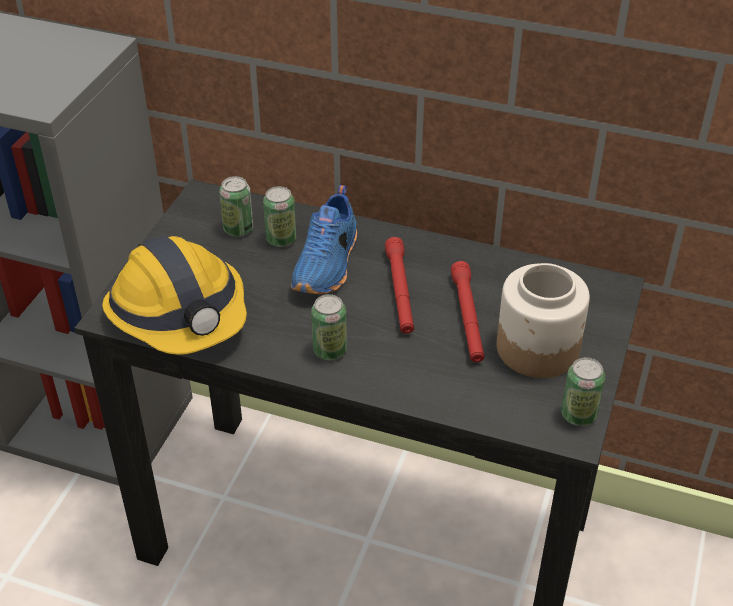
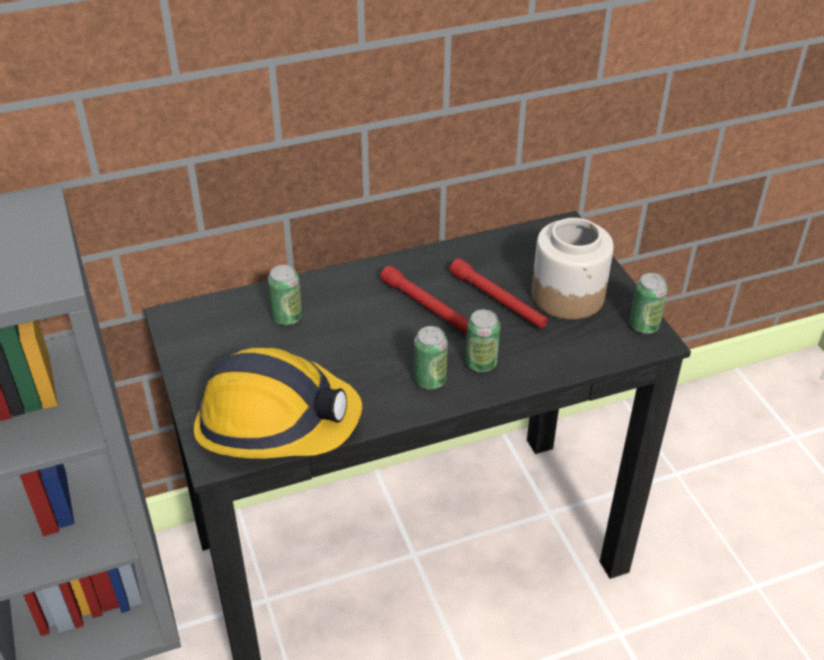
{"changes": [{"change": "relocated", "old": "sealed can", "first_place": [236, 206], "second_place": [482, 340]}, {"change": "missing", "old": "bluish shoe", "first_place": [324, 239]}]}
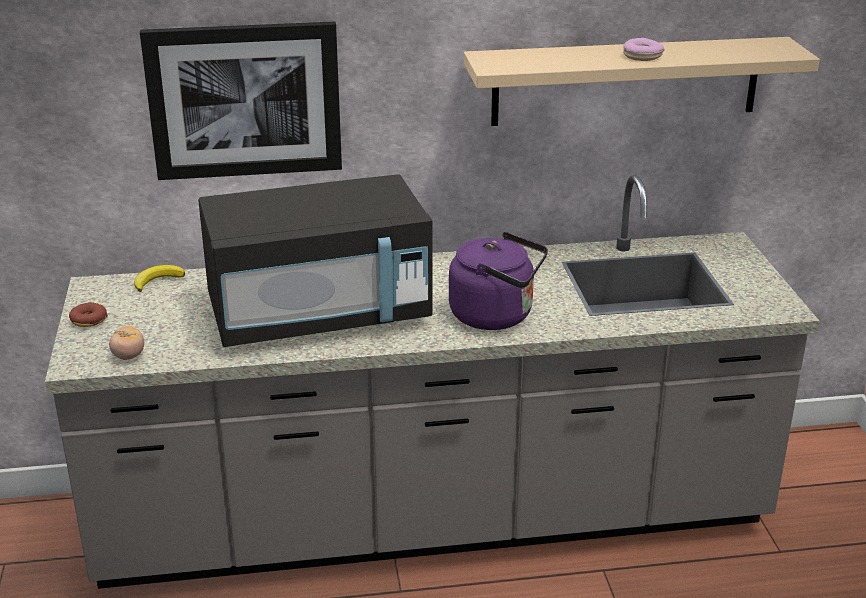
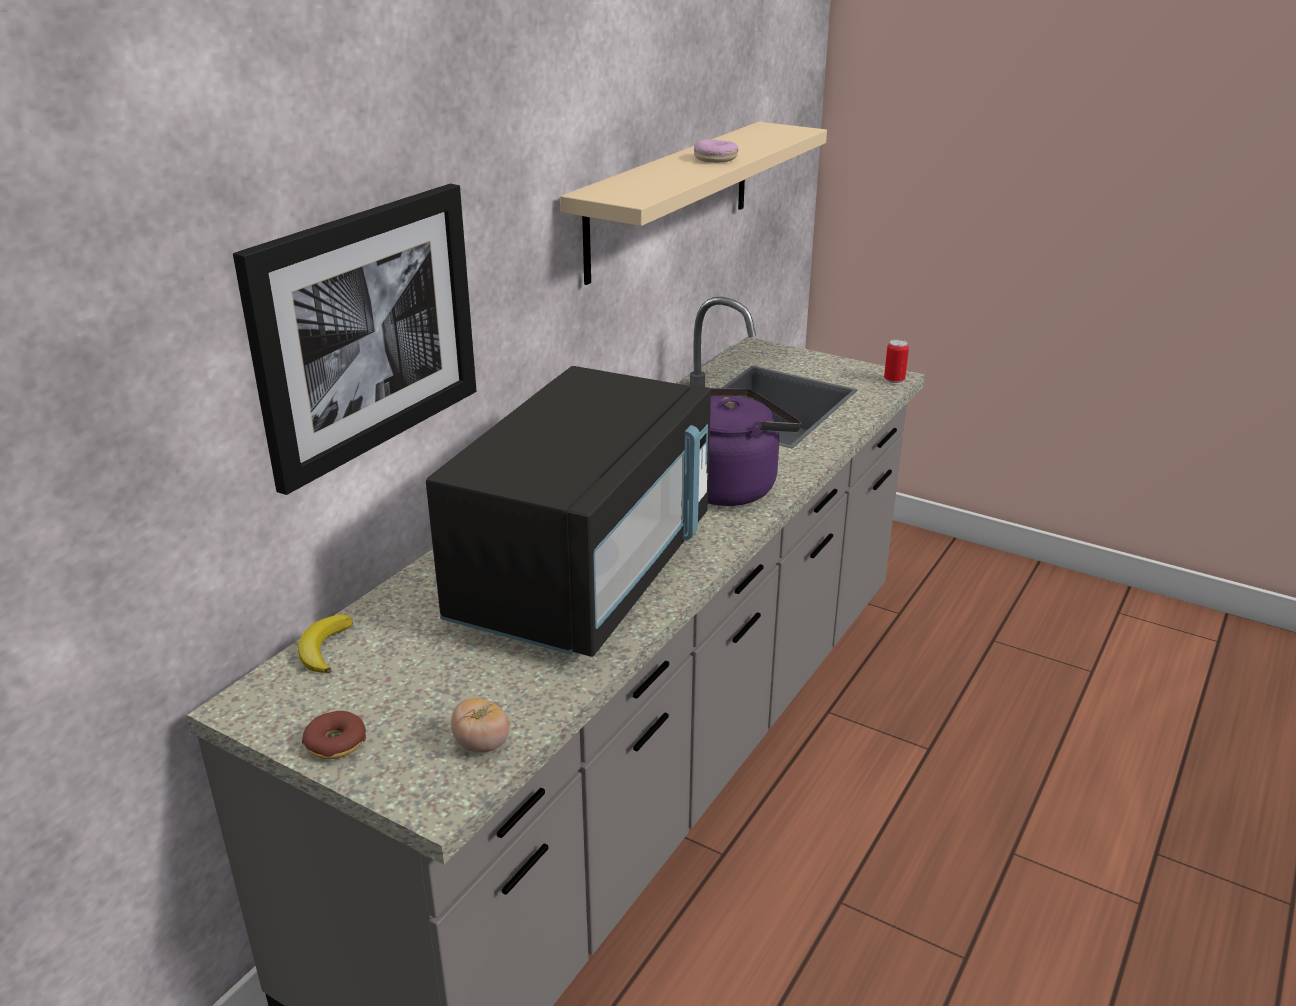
{"changes": [{"change": "appeared", "new": "sealed can", "second_place": [896, 362]}]}
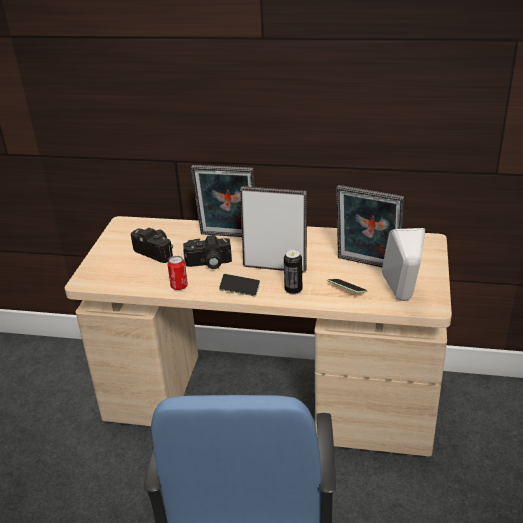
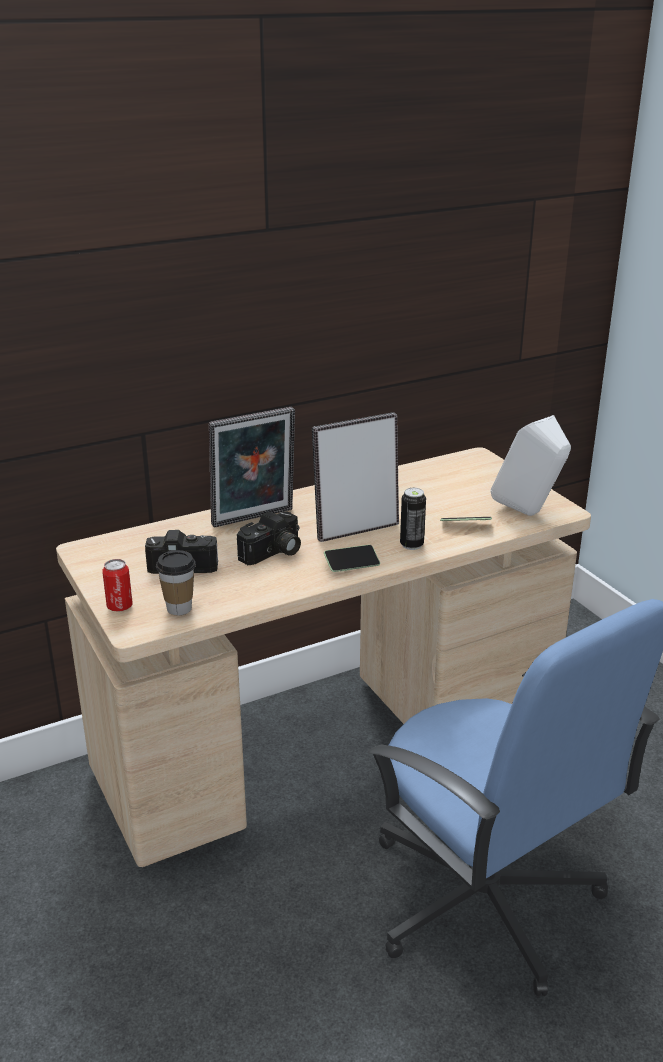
{"changes": [{"change": "relocated", "old": "sealed can", "first_place": [178, 273], "second_place": [117, 585]}, {"change": "appeared", "new": "small cup", "second_place": [176, 582]}, {"change": "missing", "old": "picture frame", "first_place": [370, 226]}]}
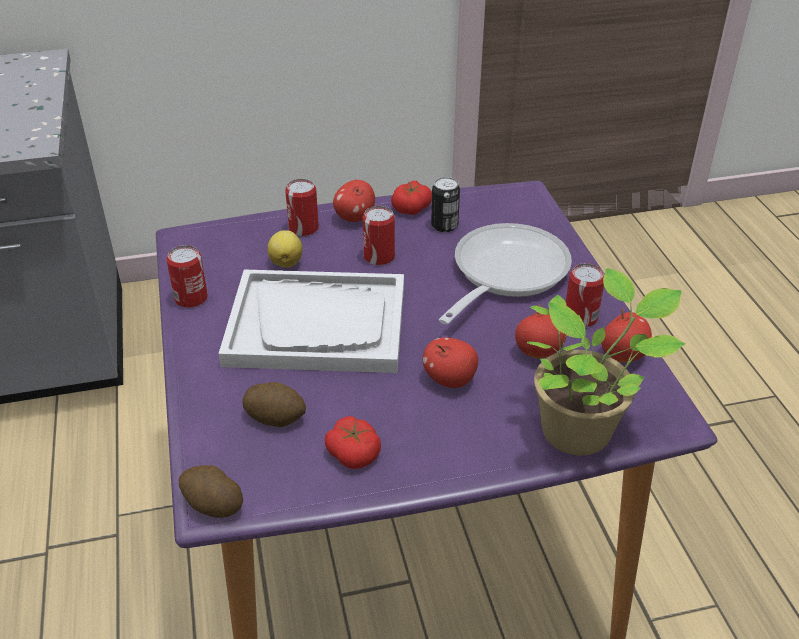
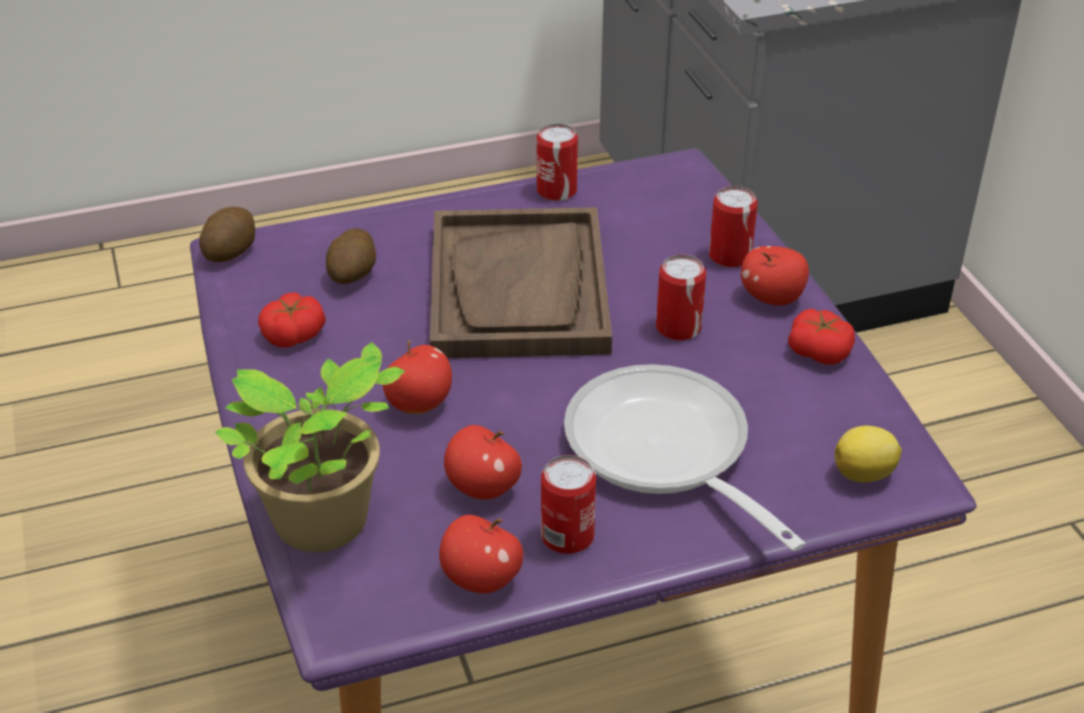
{"changes": [{"change": "colour", "old": "whitish carrying tray", "new": "brown-coloured carrying tray", "first_place": [311, 321], "second_place": [521, 282]}, {"change": "spun", "old": "pan", "first_place": [505, 273], "second_place": [684, 457], "degrees": -150}, {"change": "relocated", "old": "lemon", "first_place": [285, 249], "second_place": [868, 454]}, {"change": "missing", "old": "sealed can", "first_place": [445, 204]}]}
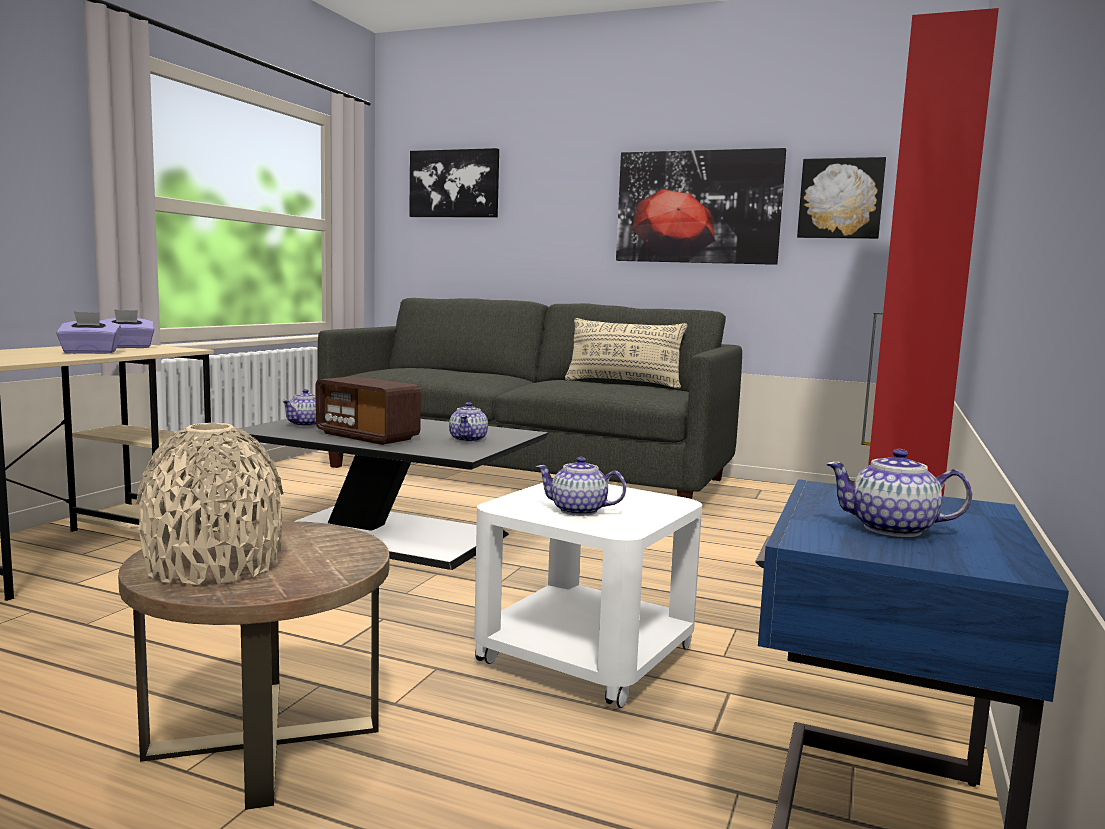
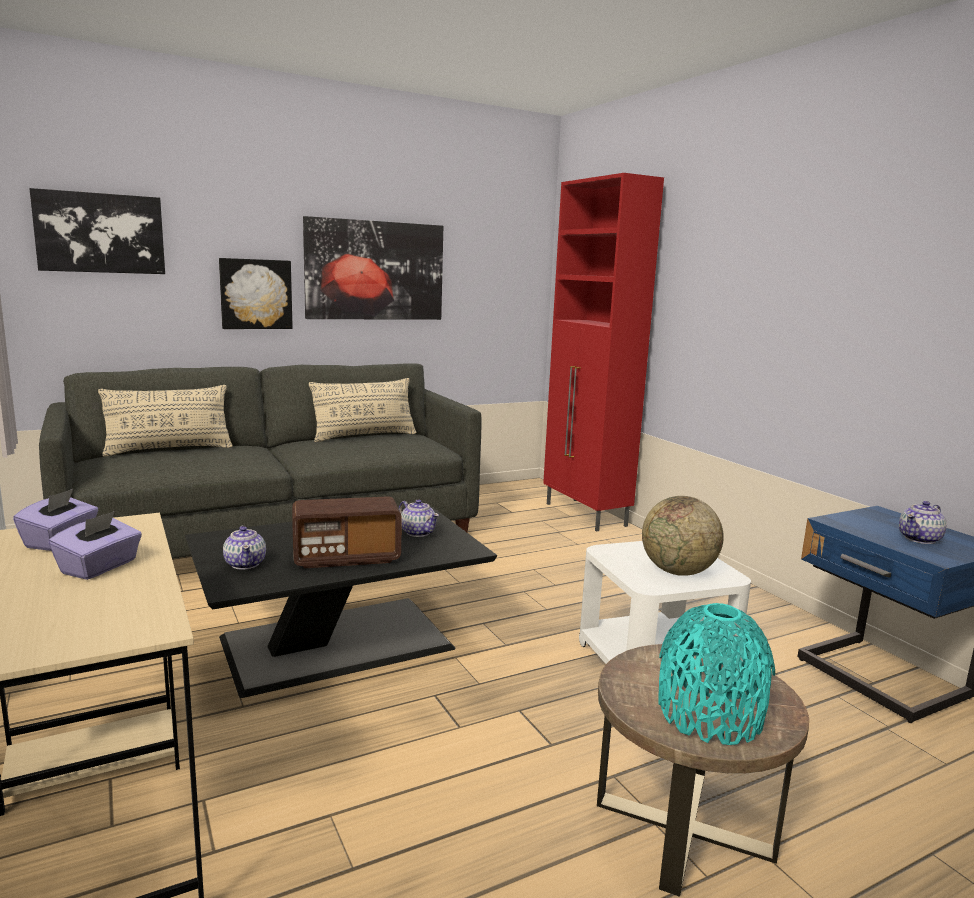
{"changes": [{"change": "appeared", "new": "beige-coloured pillow", "second_place": [165, 421]}, {"change": "relocated", "old": "wall art", "first_place": [841, 198], "second_place": [256, 293]}, {"change": "exchanged", "old": "tea pot", "new": "globe", "first_place": [581, 486], "second_place": [683, 536]}, {"change": "colour", "old": "beige-coloured decorative vase", "new": "blue-green decorative vase", "first_place": [209, 504], "second_place": [717, 674]}]}
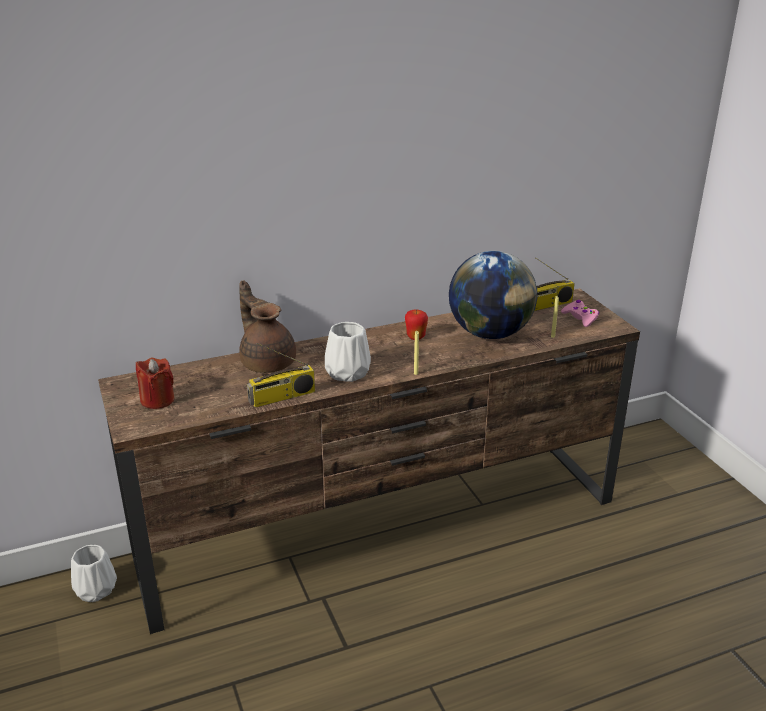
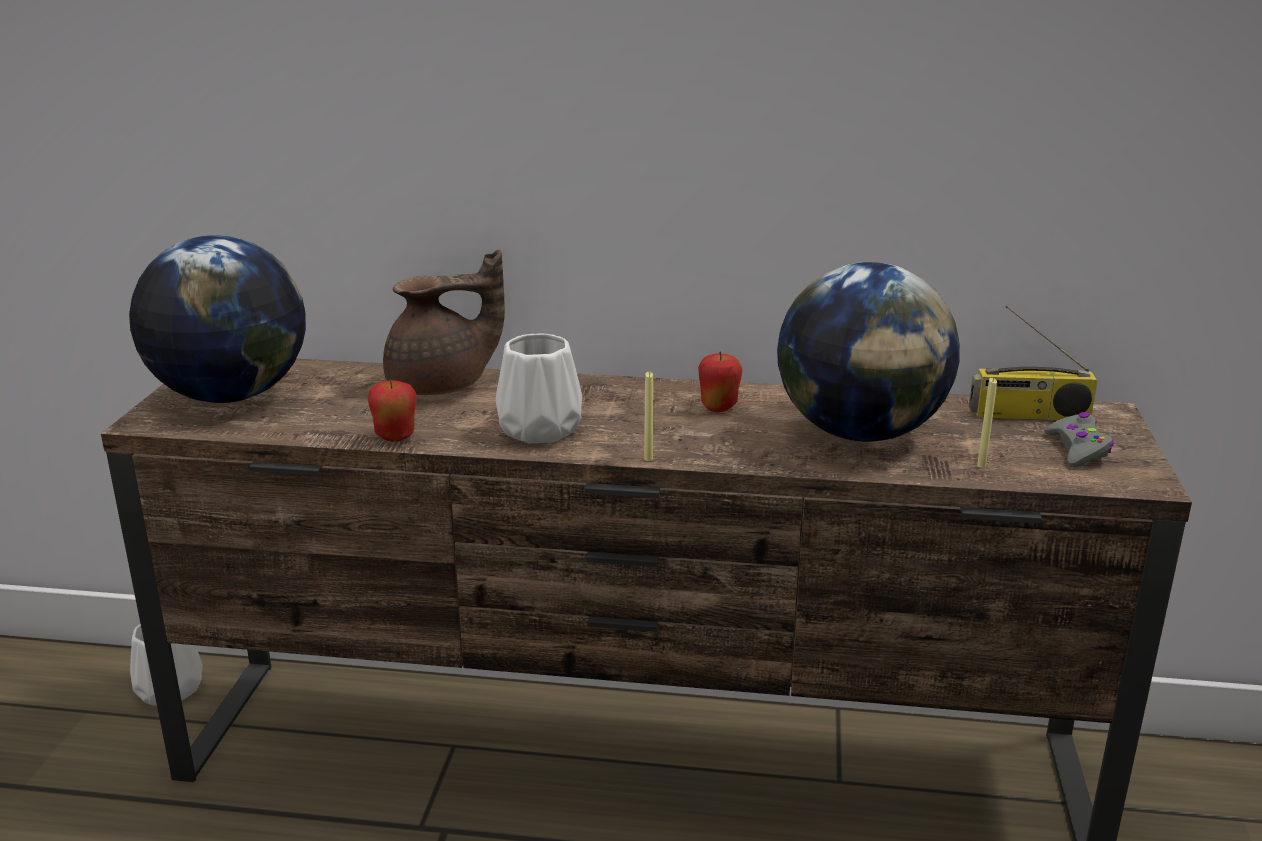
{"changes": [{"change": "exchanged", "old": "red wax candle", "new": "globe", "first_place": [155, 383], "second_place": [217, 319]}, {"change": "exchanged", "old": "radio", "new": "apple fruit", "first_place": [281, 375], "second_place": [391, 410]}, {"change": "spun", "old": "brown-coloured tea pot", "first_place": [267, 327], "second_place": [444, 322], "degrees": 75}, {"change": "colour", "old": "pink-coloured game controller", "new": "gray game controller", "first_place": [580, 313], "second_place": [1079, 439]}]}
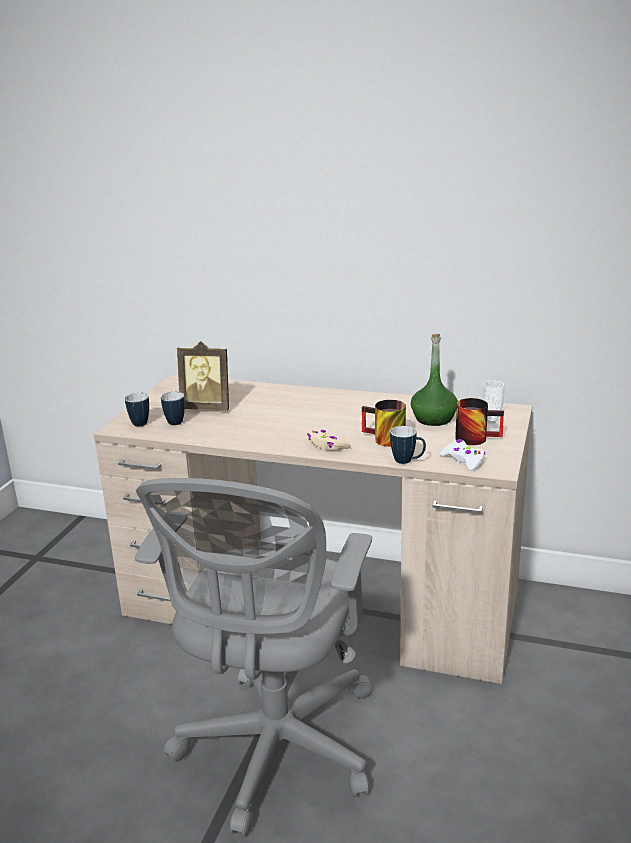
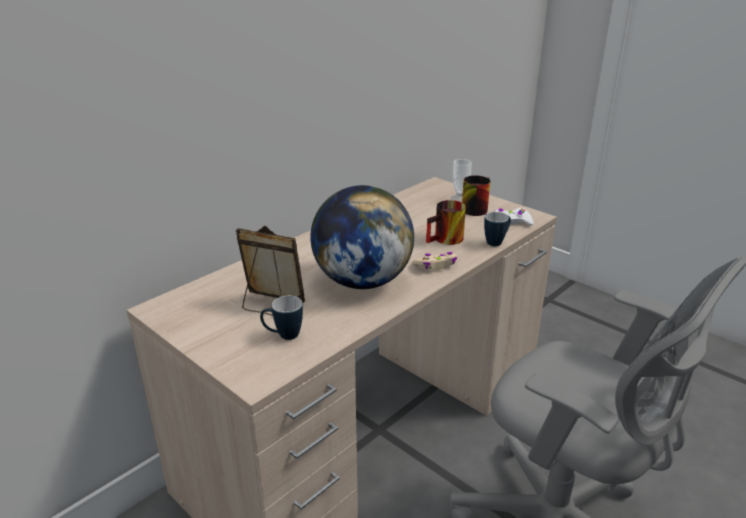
{"changes": [{"change": "spun", "old": "picture frame", "first_place": [203, 376], "second_place": [270, 271], "degrees": -105}, {"change": "appeared", "new": "globe", "second_place": [362, 237]}, {"change": "missing", "old": "coffee mug", "first_place": [137, 409]}, {"change": "missing", "old": "green-coloured beverage bottle", "first_place": [434, 380]}]}
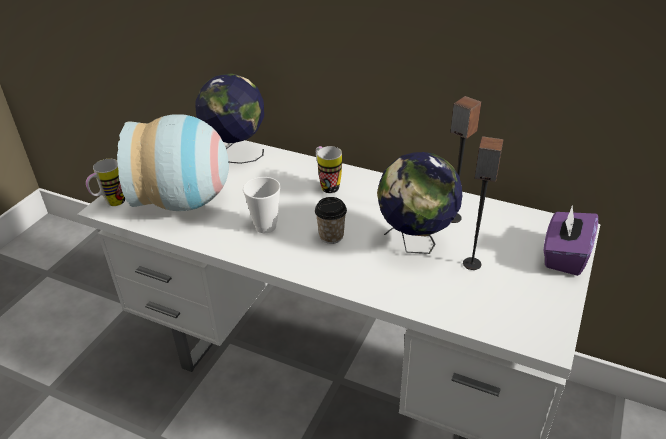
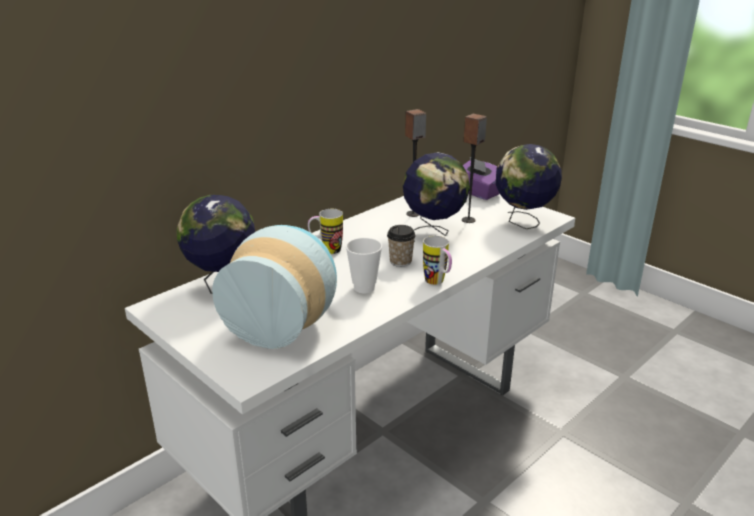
{"changes": [{"change": "relocated", "old": "coffee mug", "first_place": [105, 182], "second_place": [437, 260]}, {"change": "appeared", "new": "globe", "second_place": [529, 186]}]}
